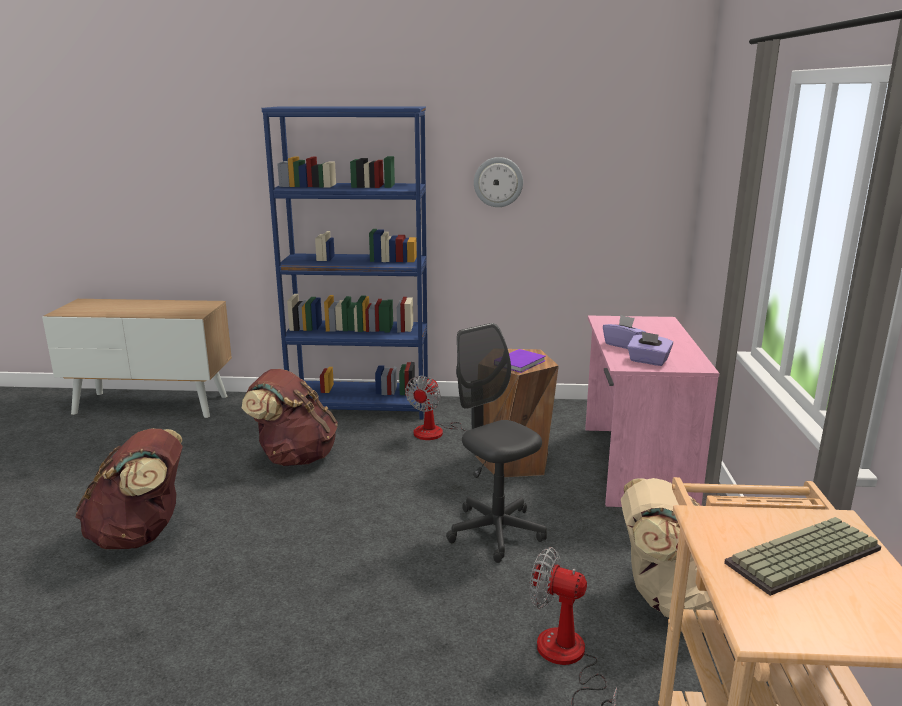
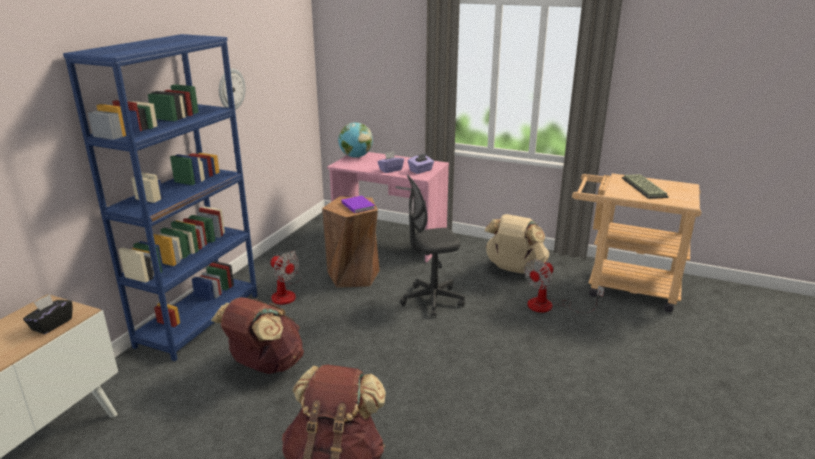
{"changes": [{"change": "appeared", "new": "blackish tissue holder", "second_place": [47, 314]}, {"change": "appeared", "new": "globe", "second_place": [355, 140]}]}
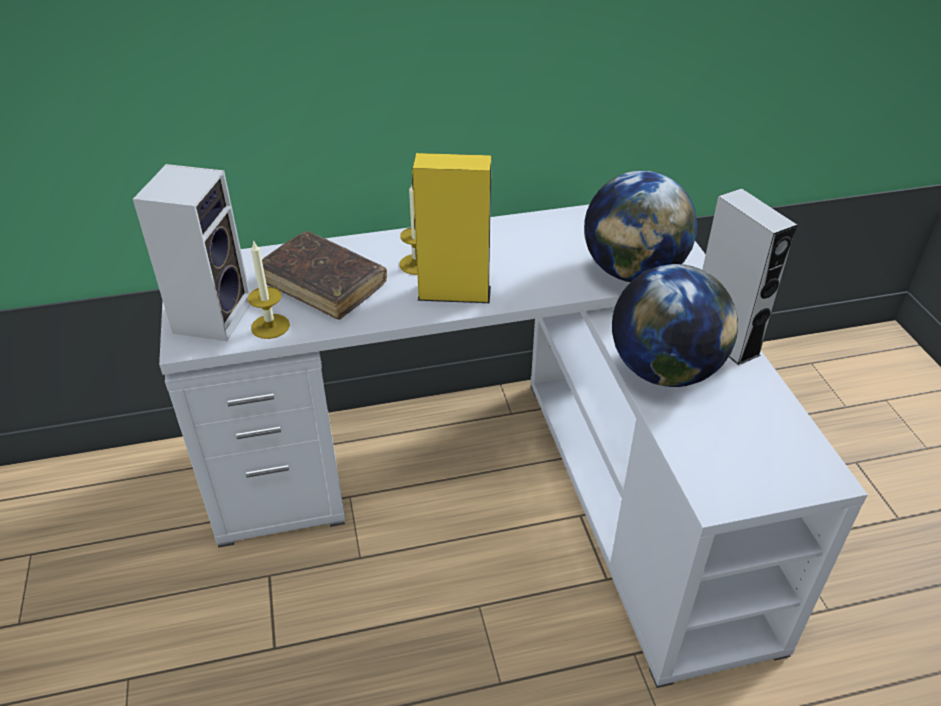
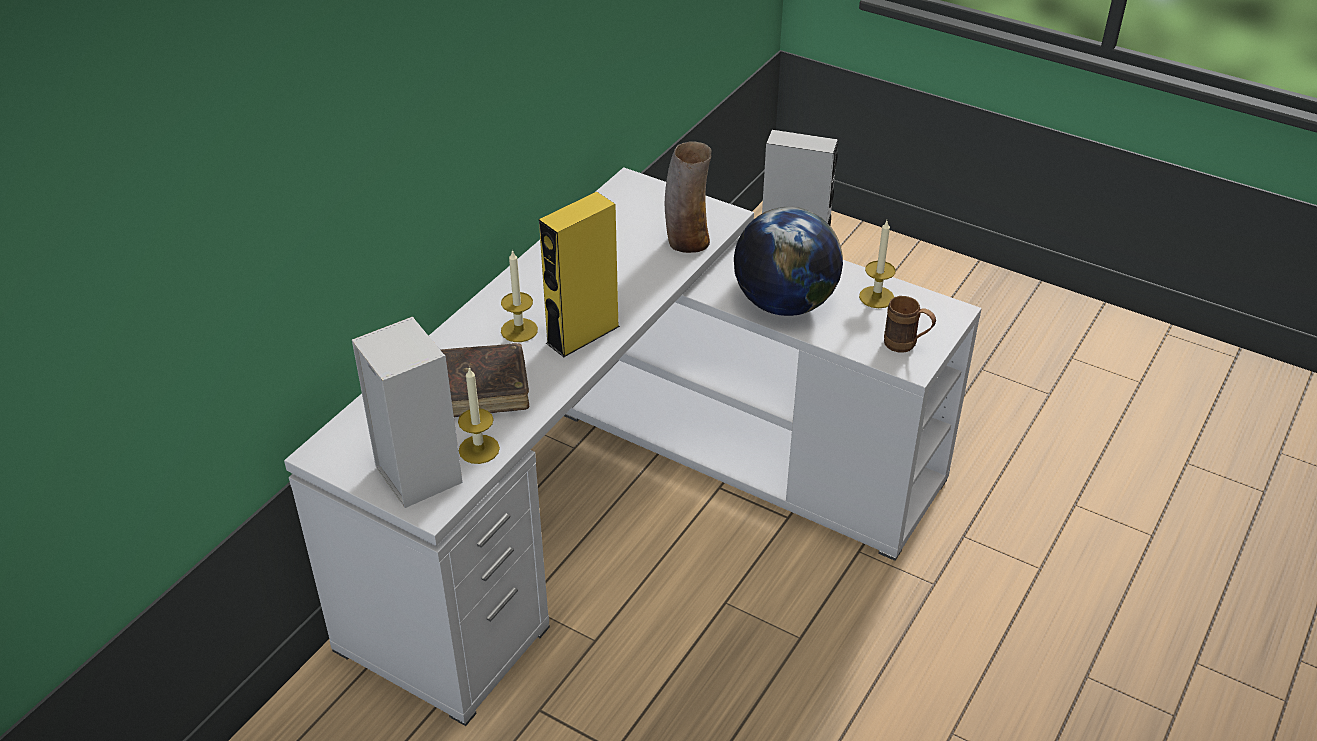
{"changes": [{"change": "exchanged", "old": "globe", "new": "decorative vase", "first_place": [640, 226], "second_place": [688, 197]}, {"change": "appeared", "new": "wax candle", "second_place": [877, 264]}, {"change": "appeared", "new": "brown-coloured coffee mug", "second_place": [910, 324]}]}
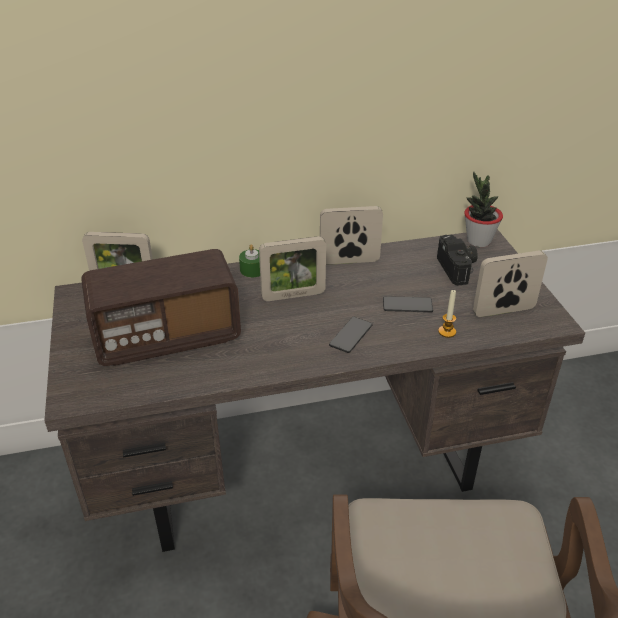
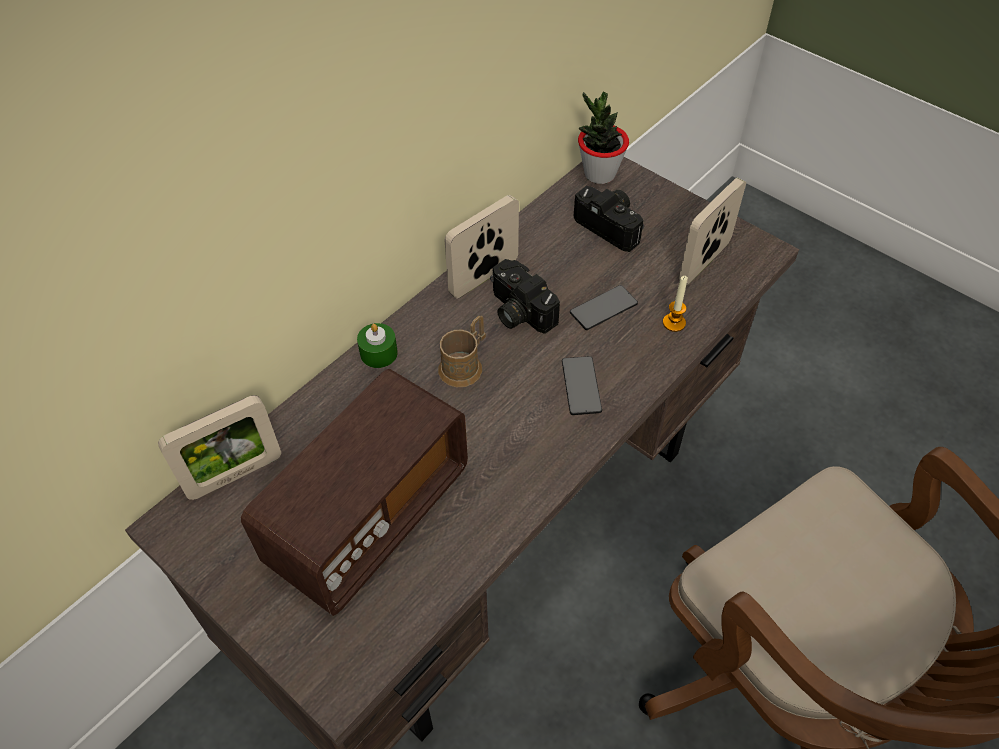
{"changes": [{"change": "exchanged", "old": "picture frame", "new": "brown-coloured coffee mug", "first_place": [292, 268], "second_place": [462, 351]}, {"change": "appeared", "new": "photo camera", "second_place": [525, 296]}]}
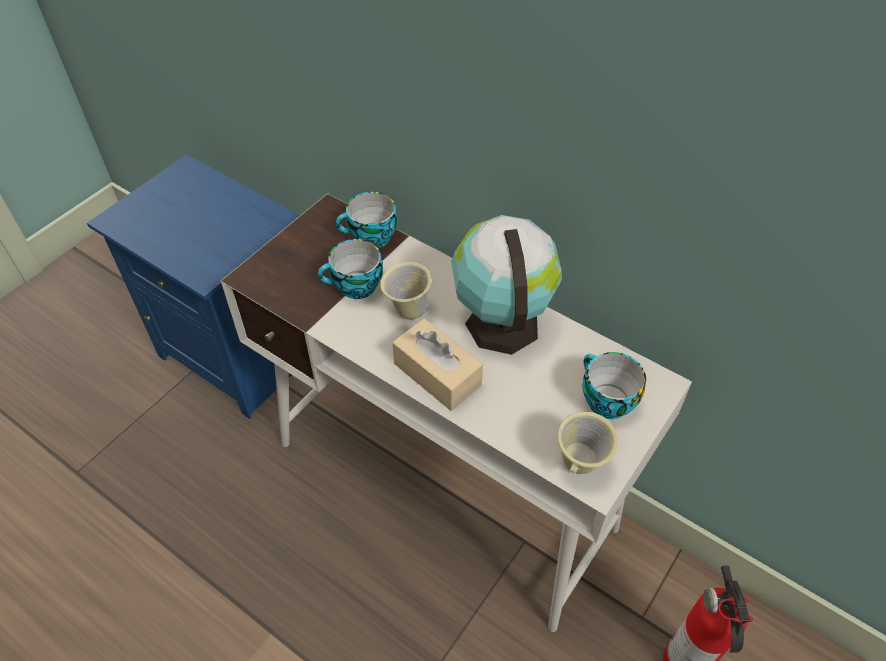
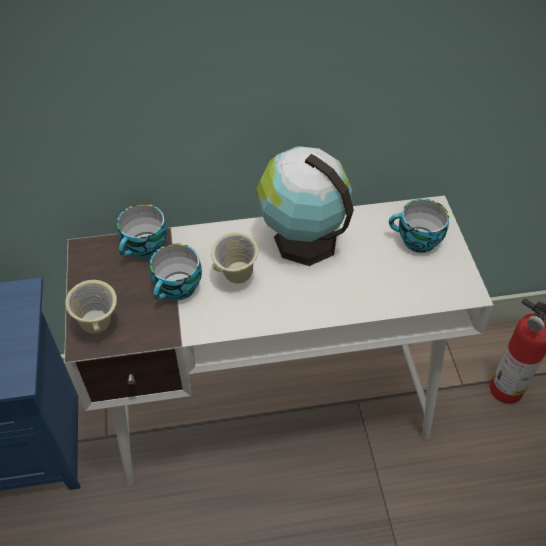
{"changes": [{"change": "relocated", "old": "beige-coloured coffee mug", "first_place": [587, 443], "second_place": [91, 307]}, {"change": "missing", "old": "beige-coloured tissue holder", "first_place": [438, 365]}]}
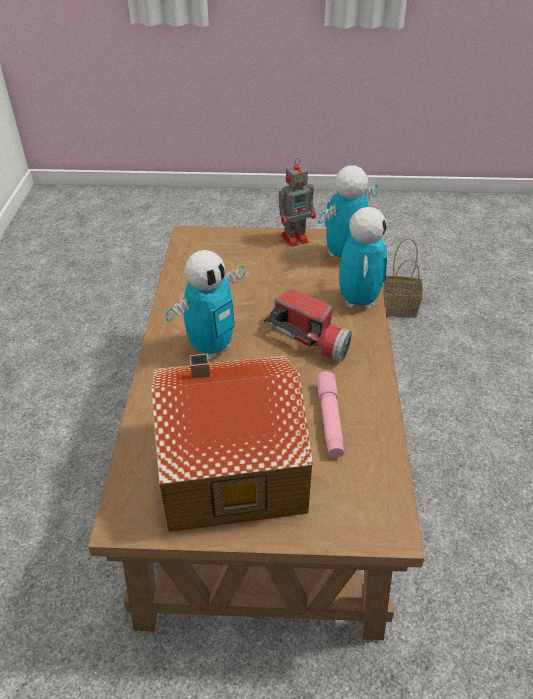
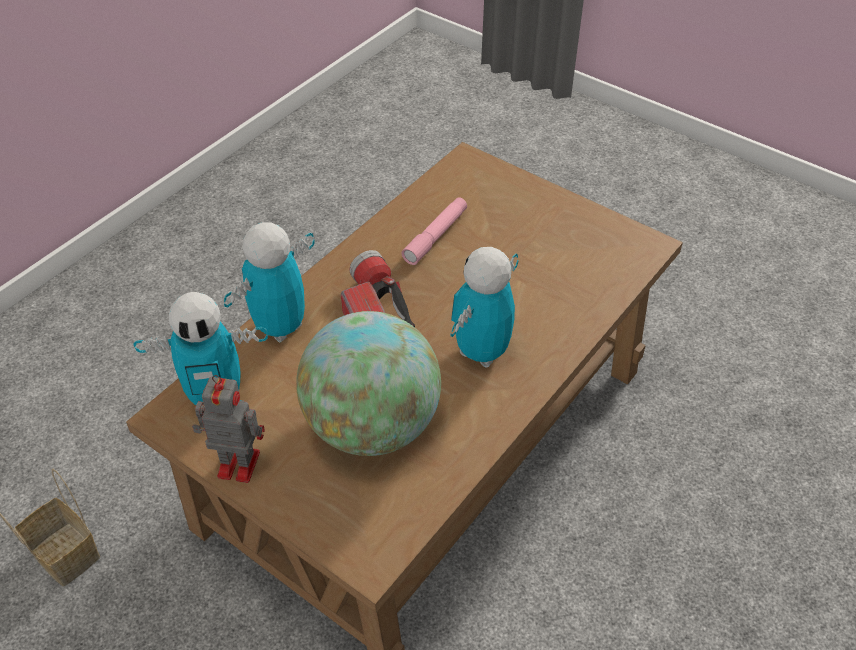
{"changes": [{"change": "appeared", "new": "globe", "second_place": [368, 383]}, {"change": "spun", "old": "model robot", "first_place": [205, 304], "second_place": [484, 307], "degrees": -45}, {"change": "missing", "old": "toy house", "first_place": [232, 442]}]}
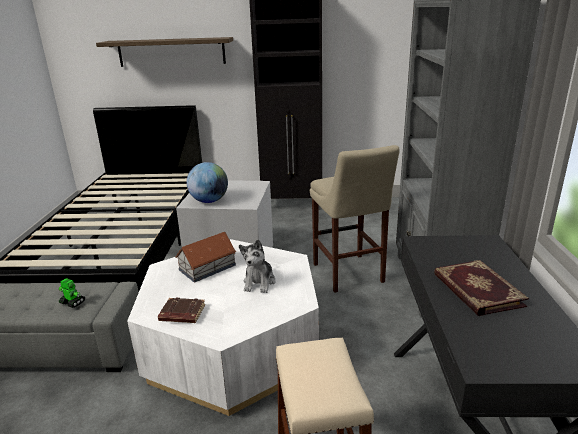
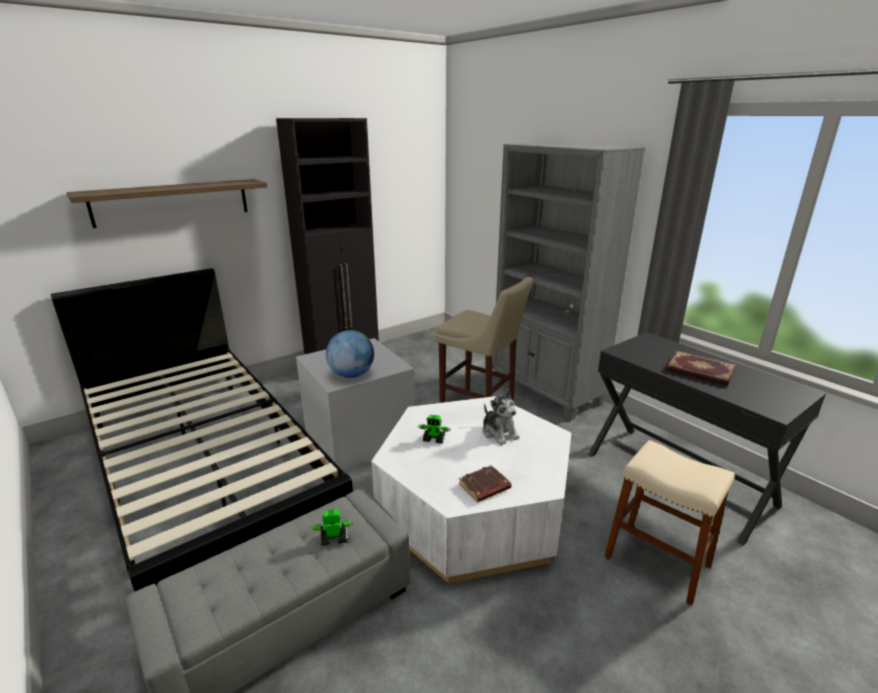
{"changes": [{"change": "exchanged", "old": "toy house", "new": "model robot", "first_place": [205, 257], "second_place": [434, 429]}]}
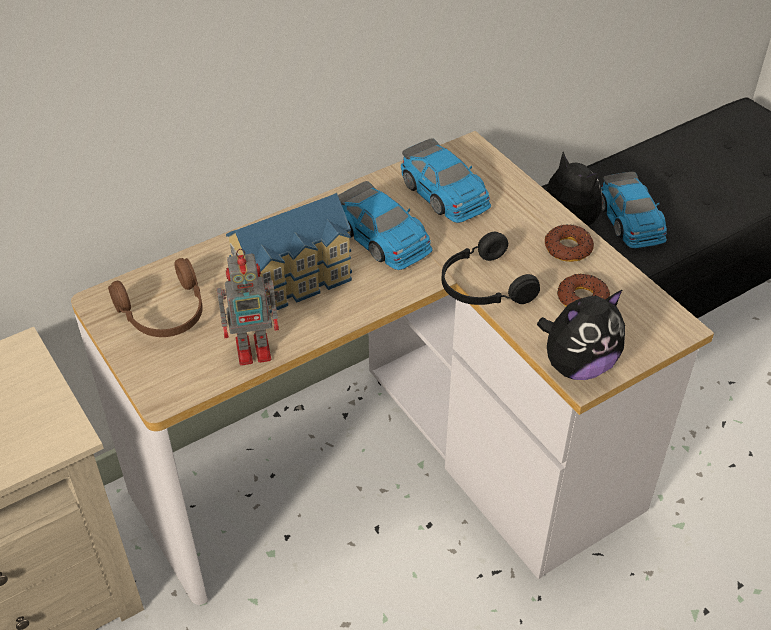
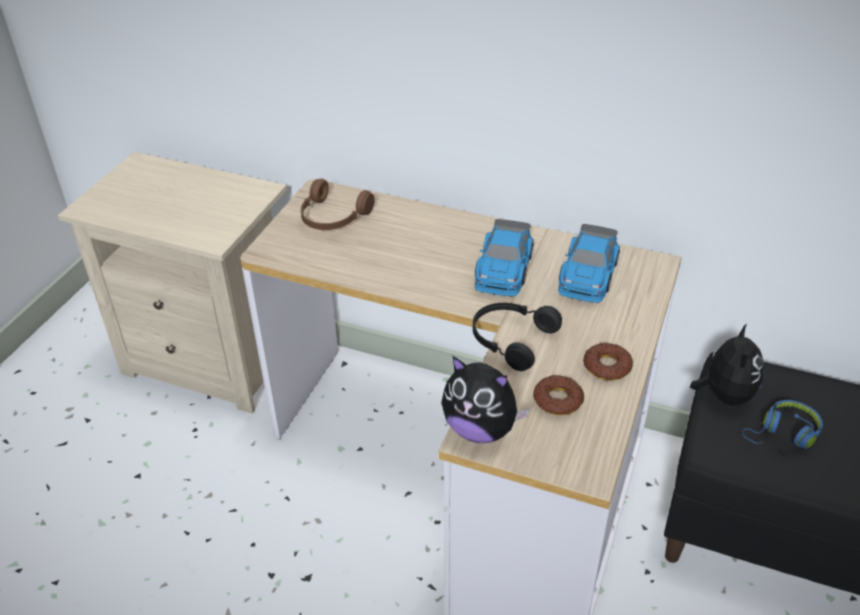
{"changes": [{"change": "exchanged", "old": "miniature car", "new": "bluish headset", "first_place": [634, 210], "second_place": [782, 424]}, {"change": "missing", "old": "model robot", "first_place": [248, 307]}, {"change": "missing", "old": "toy house", "first_place": [289, 253]}]}
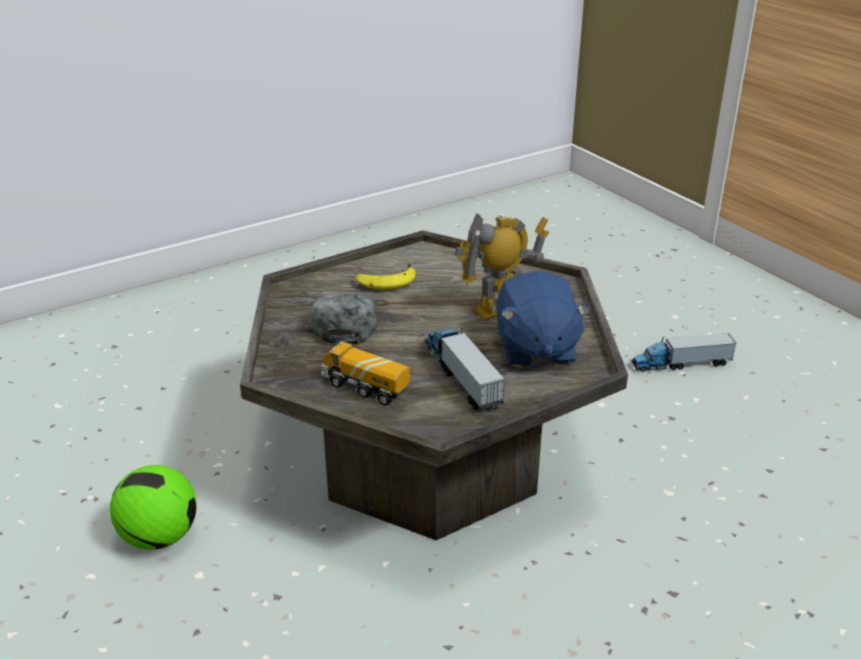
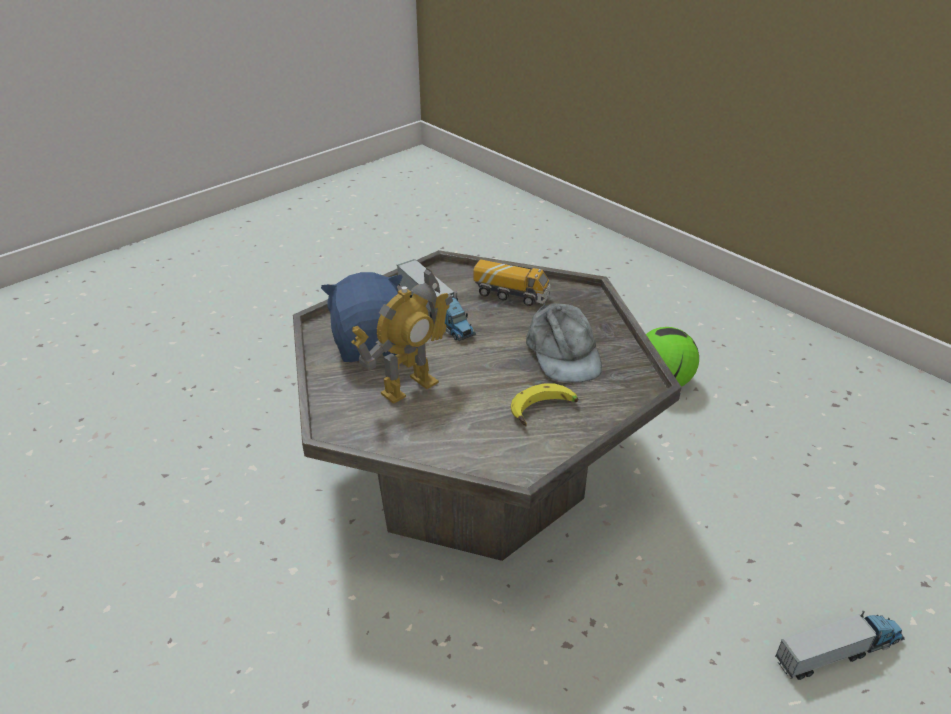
{"changes": [{"change": "relocated", "old": "model truck", "first_place": [683, 352], "second_place": [840, 645]}]}
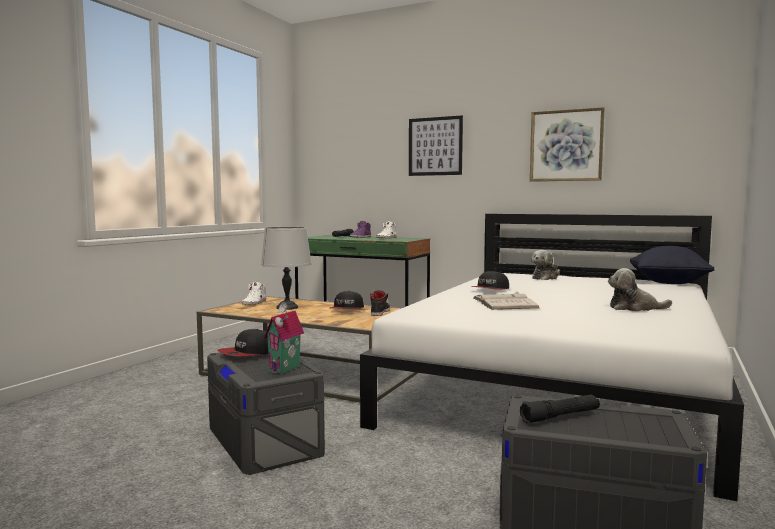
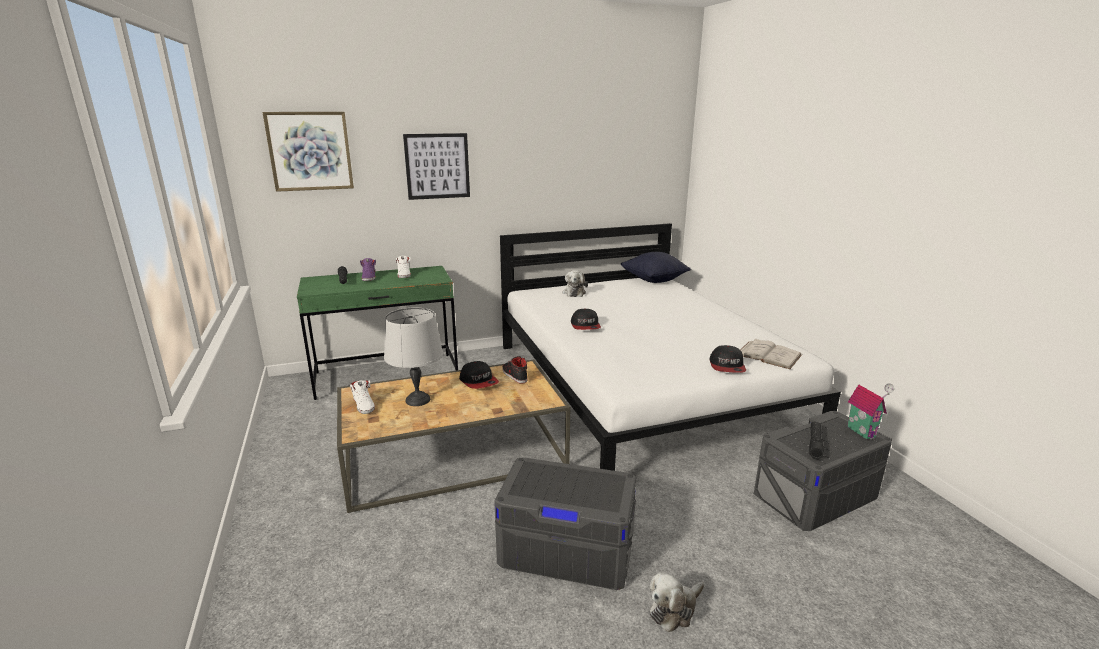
{"changes": [{"change": "relocated", "old": "wall art", "first_place": [567, 144], "second_place": [308, 152]}, {"change": "relocated", "old": "soft toy", "first_place": [640, 289], "second_place": [677, 602]}, {"change": "relocated", "old": "cap", "first_place": [243, 342], "second_place": [728, 359]}, {"change": "relocated", "old": "whitish volume", "first_place": [506, 300], "second_place": [771, 354]}, {"change": "relocated", "old": "toy house", "first_place": [283, 338], "second_place": [870, 411]}]}
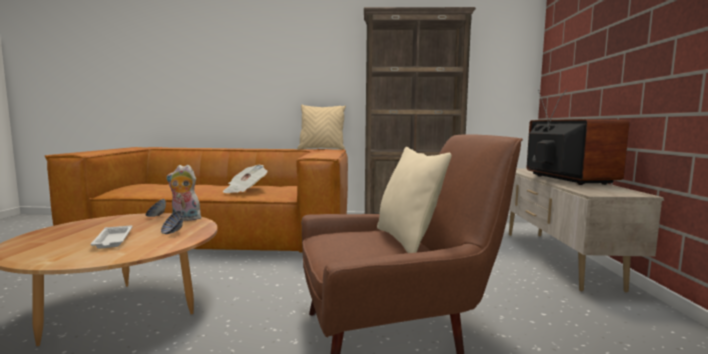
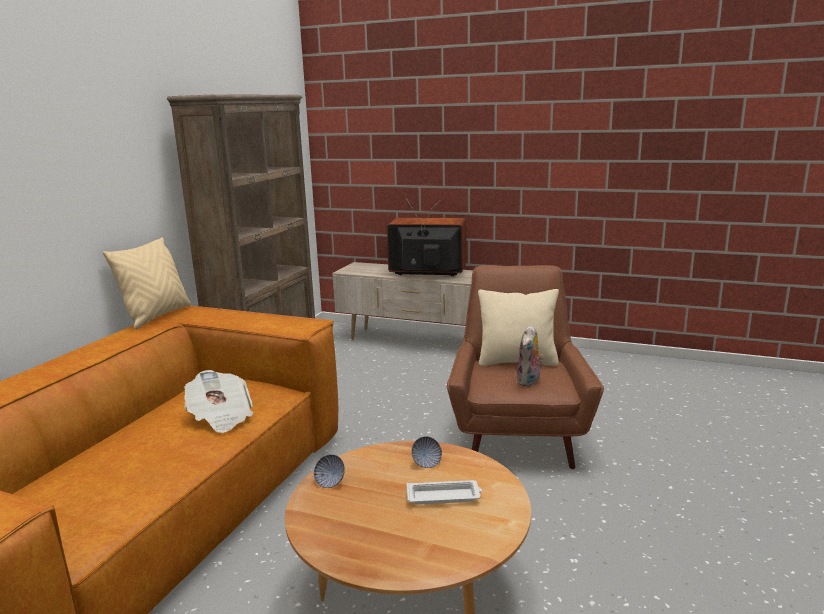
{"changes": [{"change": "relocated", "old": "soft toy", "first_place": [185, 193], "second_place": [530, 355]}]}
